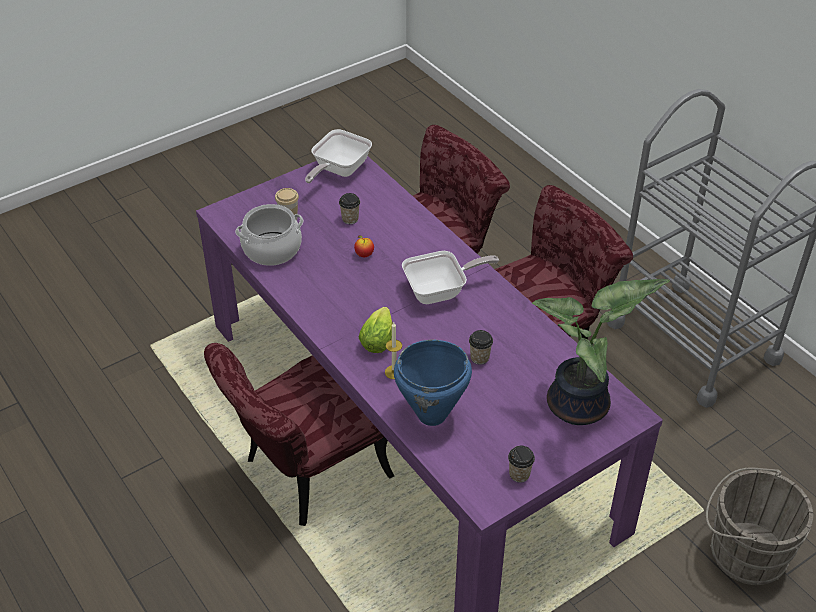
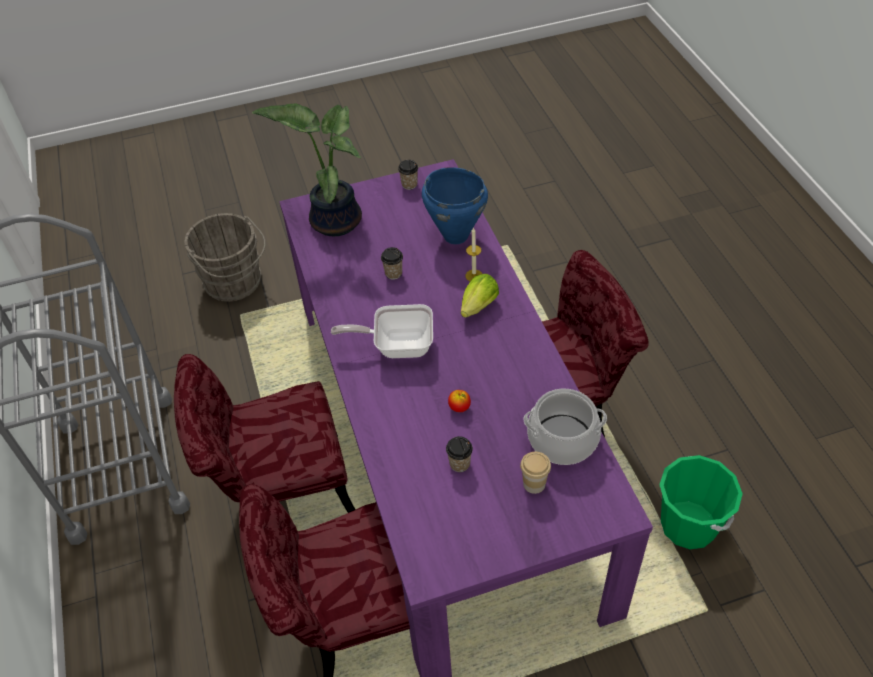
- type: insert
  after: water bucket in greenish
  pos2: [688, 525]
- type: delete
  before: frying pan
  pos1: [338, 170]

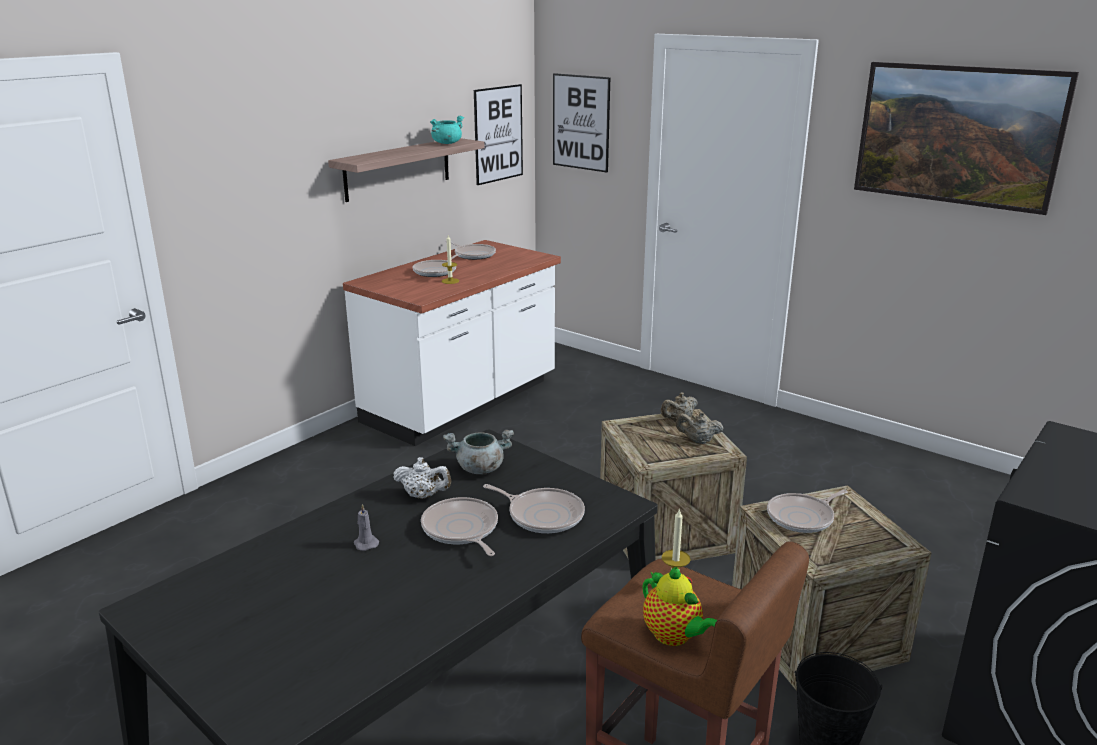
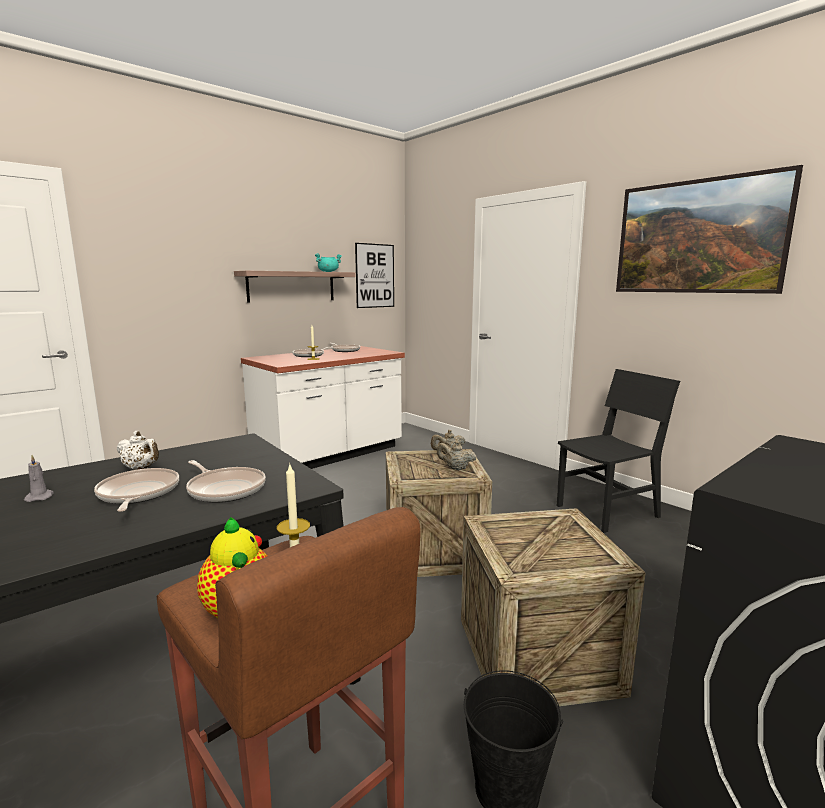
- type: insert
  after: plain chair in blackish
  pos2: [607, 511]
- type: delete
  before: stockpot in gray
  pos1: [480, 469]
- type: delete
  before: picture
  pos1: [581, 122]
- type: delete
  before: frying pan
  pos1: [803, 517]

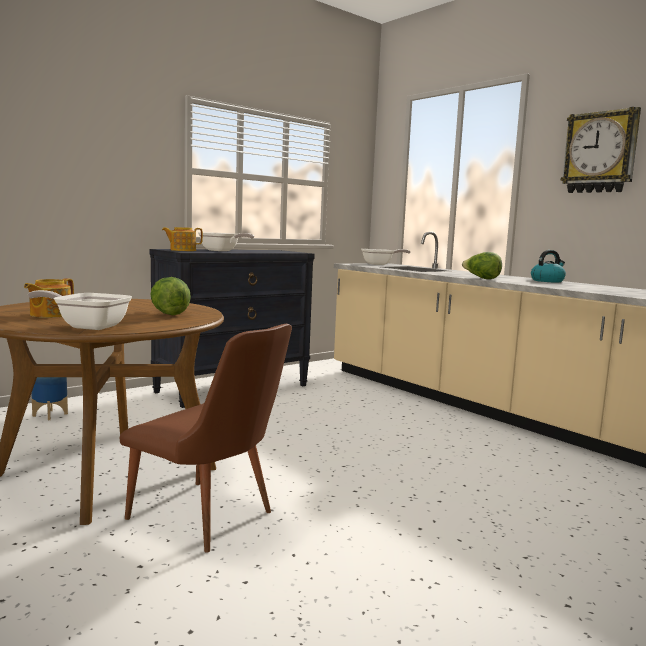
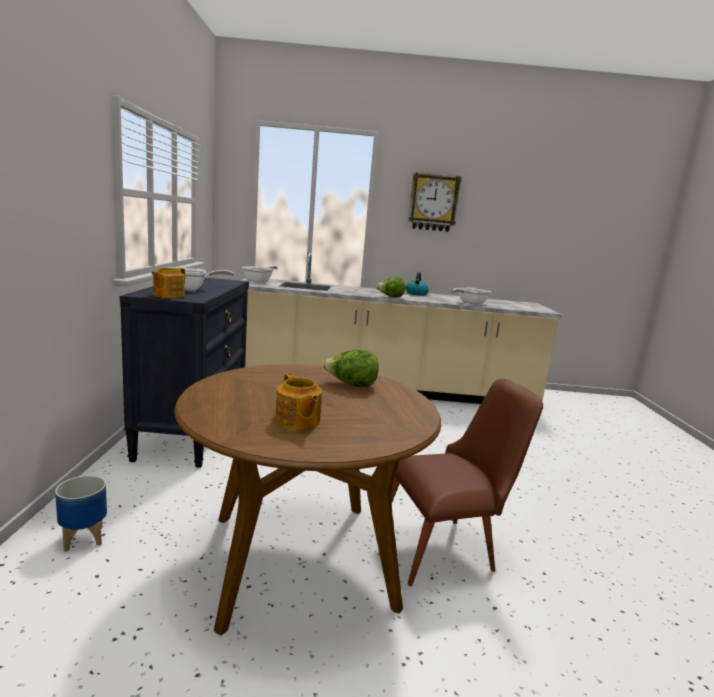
- type: move
  before: frying pan
  pos1: [87, 326]
  pos2: [469, 303]

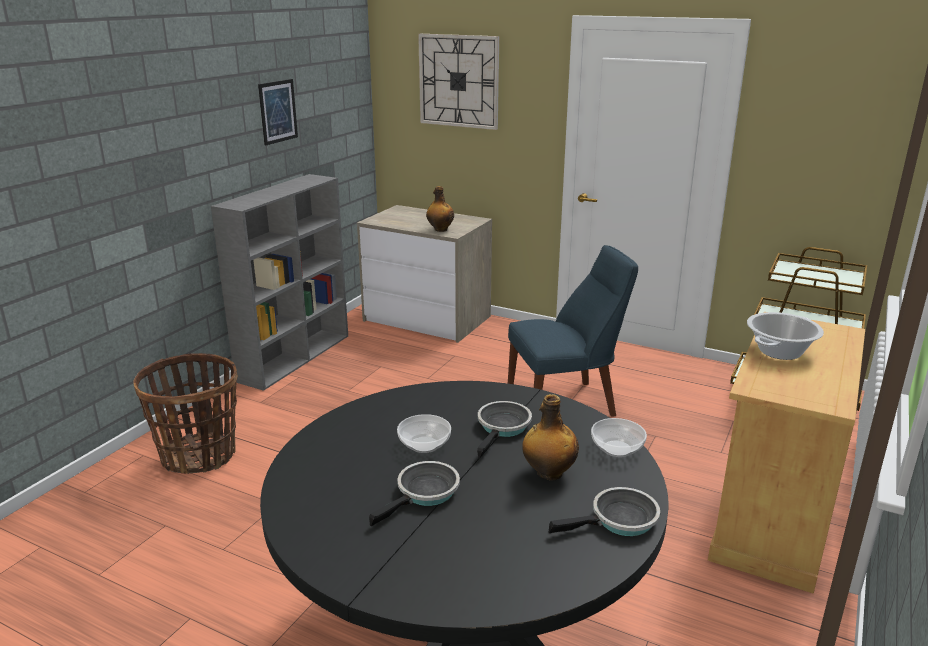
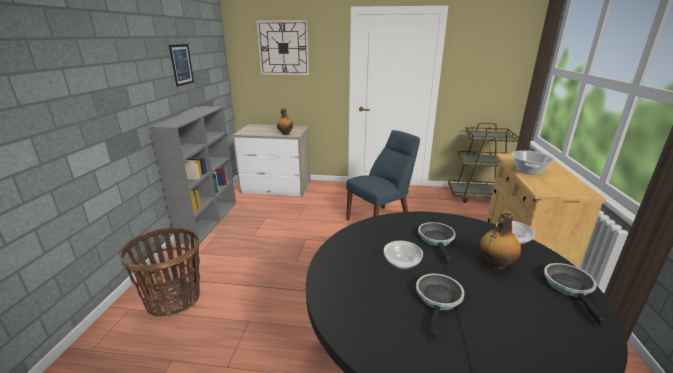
- type: rotate
  before: frying pan
  pos1: [619, 521]
  pos2: [569, 287]
  turn: -45

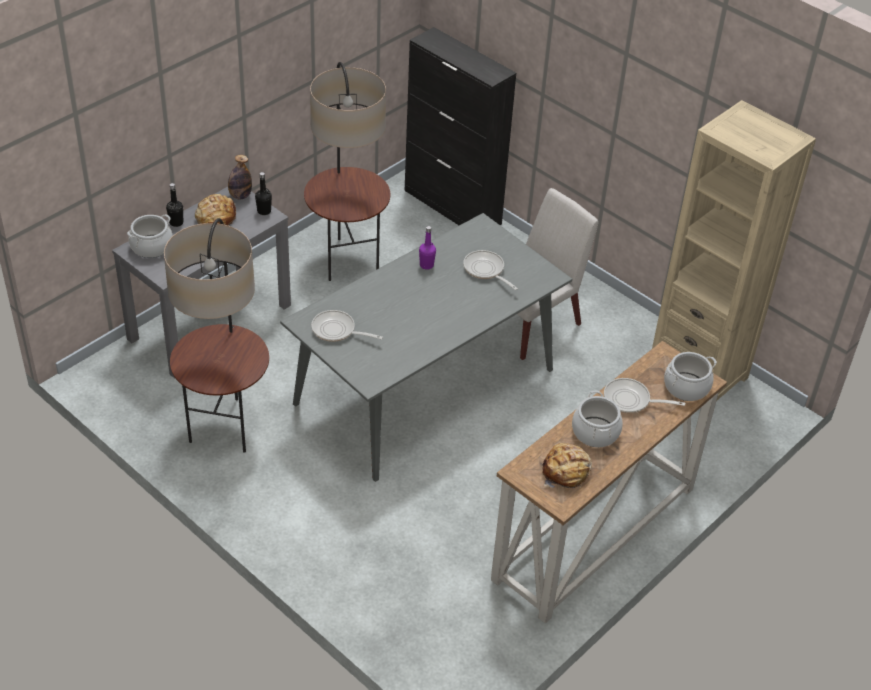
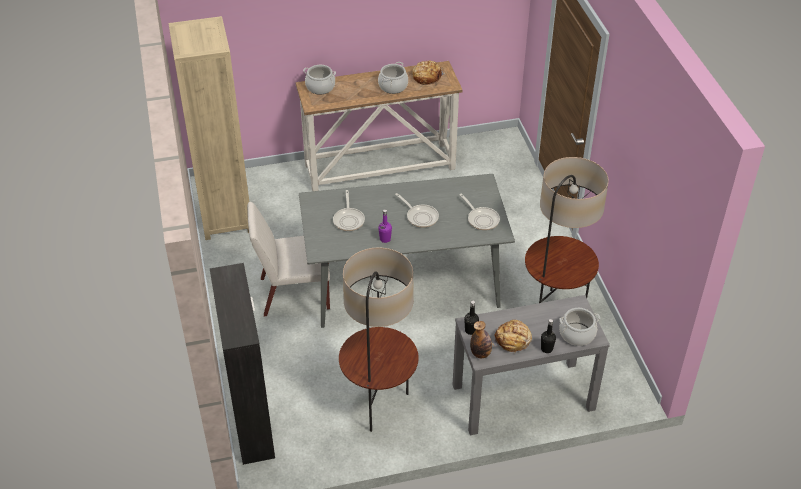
- type: move
  before: frying pan
  pos1: [630, 400]
  pos2: [420, 216]

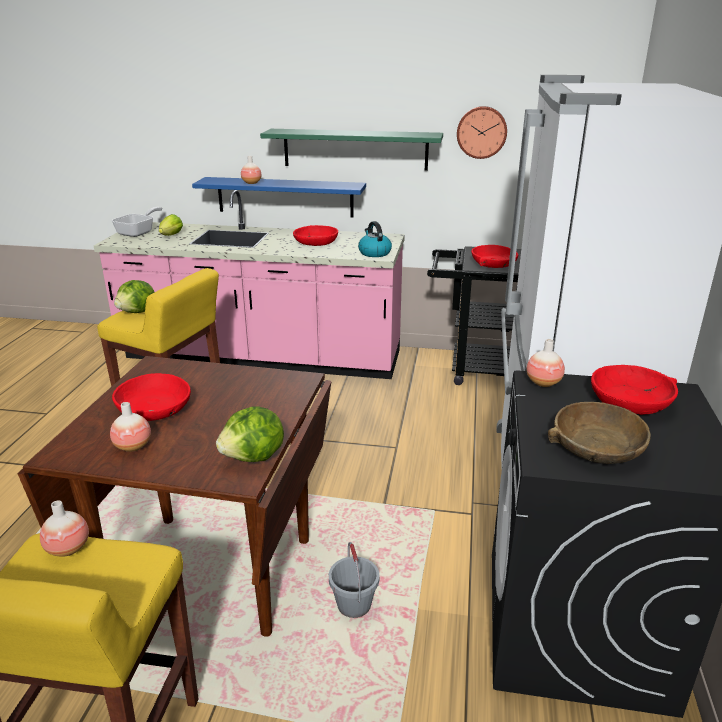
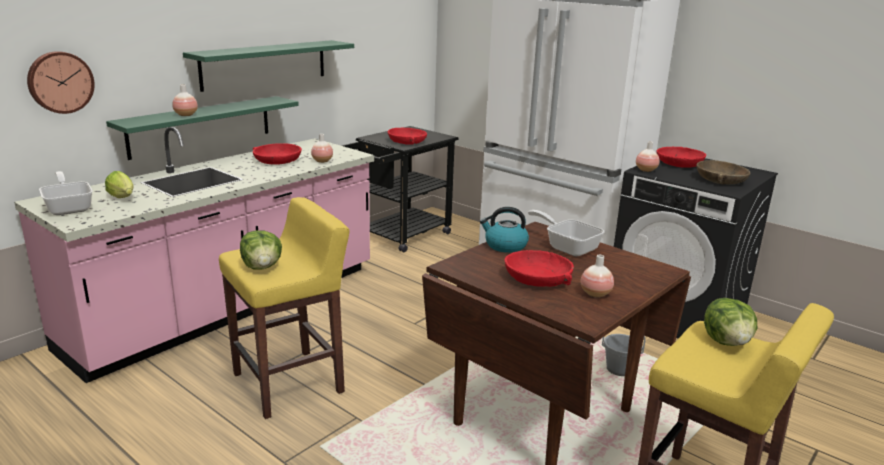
- type: move
  before: hanging clock
  pos1: [481, 132]
  pos2: [60, 82]
- type: recolor
  before: wall shelf in bluish
  after: wall shelf in greenish
  pos1: [285, 197]
  pos2: [201, 126]
- type: move
  before: flower vase
  pos1: [68, 548]
  pos2: [322, 161]
- type: move
  before: kettle
  pos1: [374, 253]
  pos2: [505, 246]
- type: insert
  after: frying pan
  pos2: [567, 247]
- type: move
  before: lettuce head
  pos1: [254, 457]
  pos2: [727, 342]

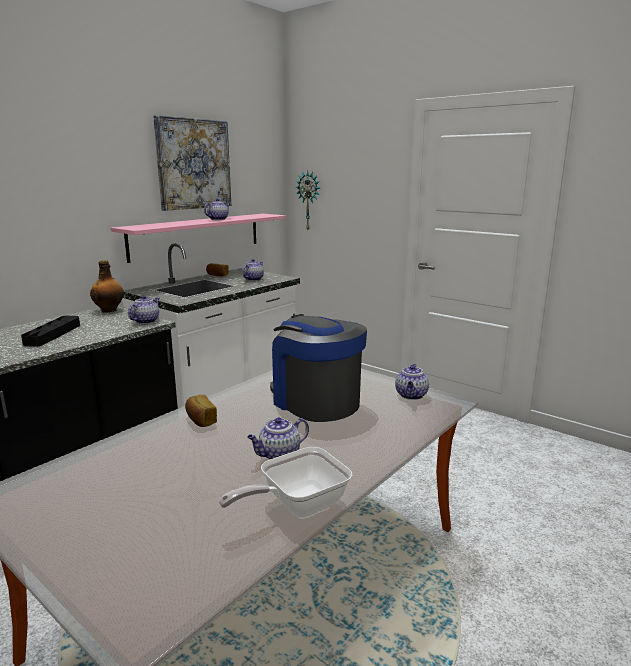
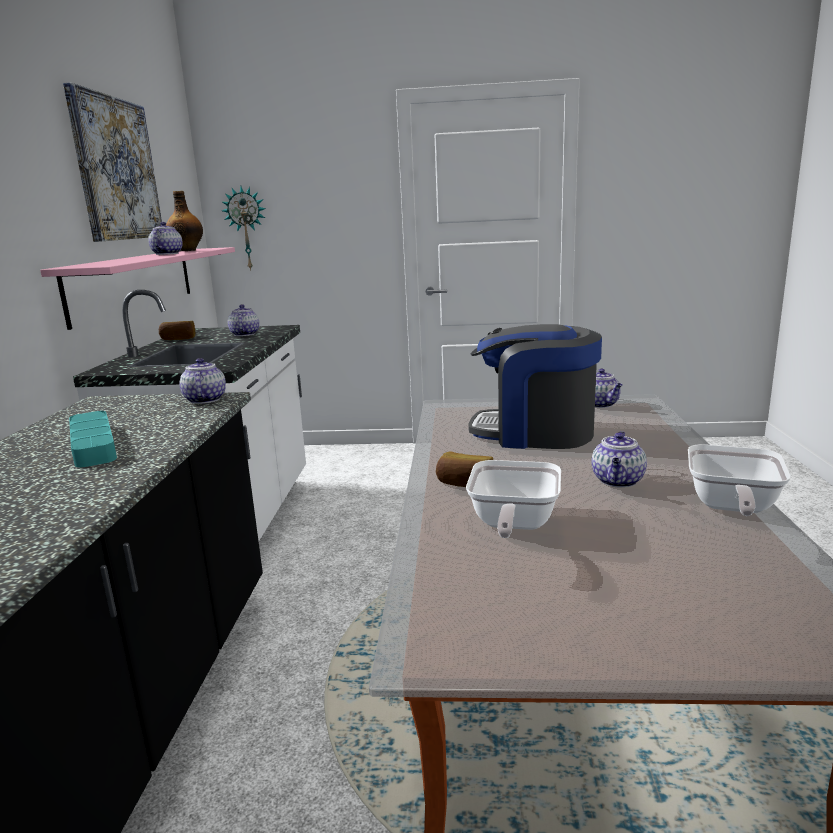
- type: recolor
  before: serving tray in blackish
  after: serving tray in turquoise
  pos1: [53, 334]
  pos2: [93, 444]
- type: move
  before: bottle
  pos1: [109, 310]
  pos2: [188, 250]
- type: insert
  after: frying pan
  pos2: [512, 525]

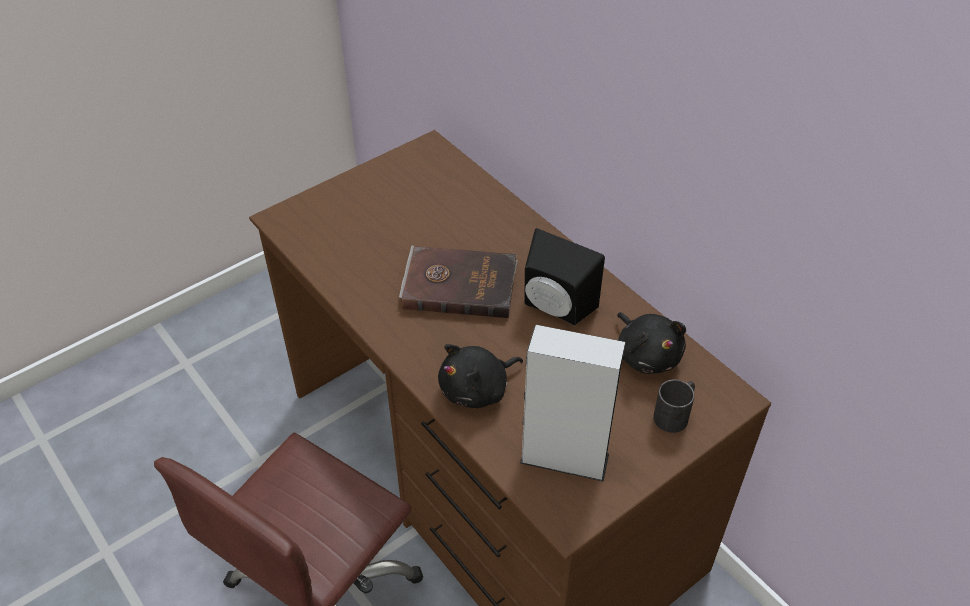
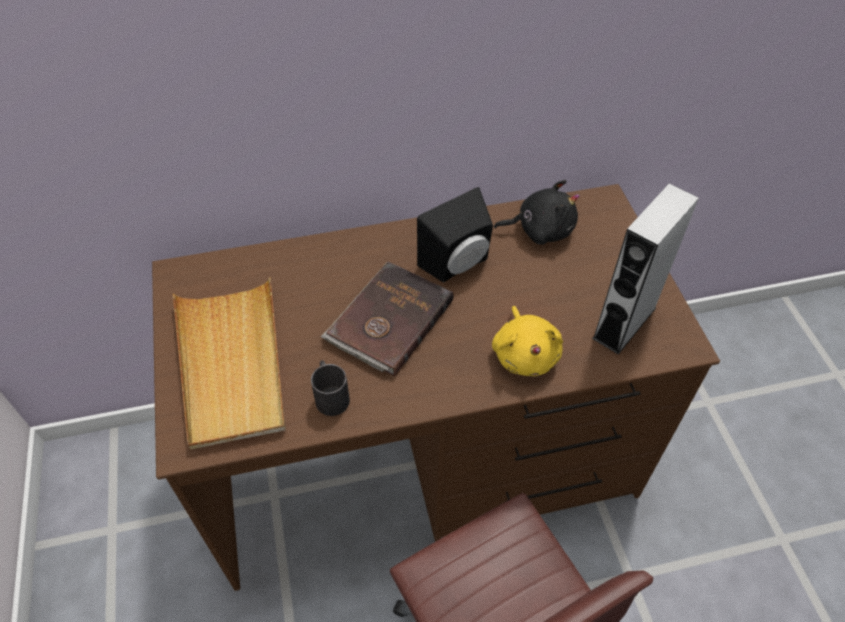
- type: insert
  after: serving tray in sand-coloured
  pos2: [231, 364]
- type: move
  before: coffee mug in blackish
  pos1: [675, 414]
  pos2: [330, 394]
- type: recolor
  before: plush toy in blackish
  after: plush toy in yellow-coloured
  pos1: [477, 389]
  pos2: [525, 354]

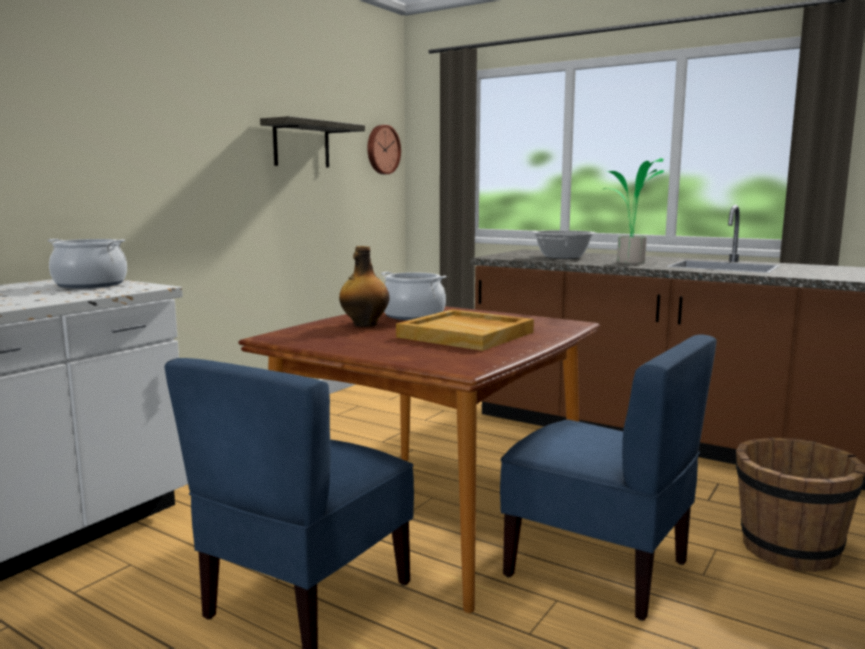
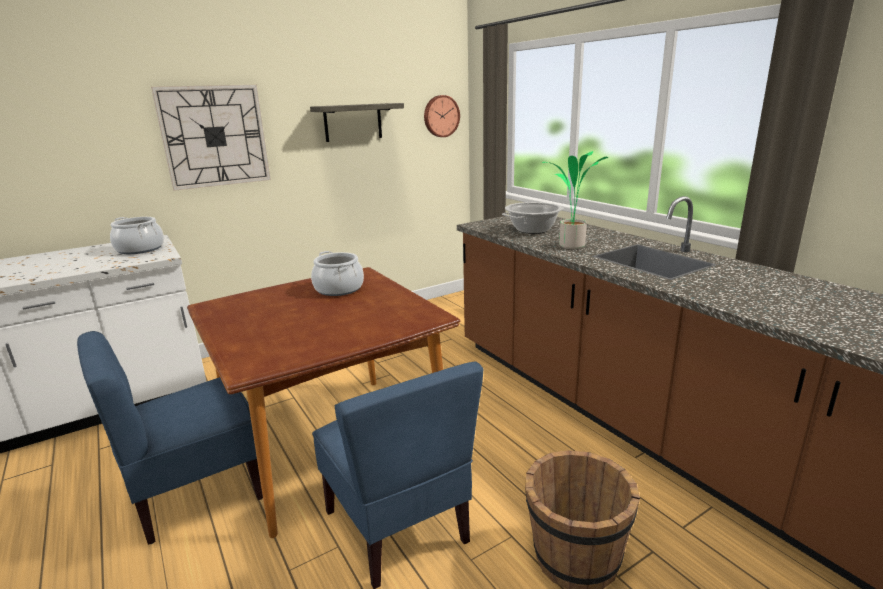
- type: insert
  after: hanging clock
  pos2: [214, 136]
- type: delete
  before: bottle
  pos1: [364, 325]
- type: delete
  before: serving tray in sand-coloured
  pos1: [467, 334]

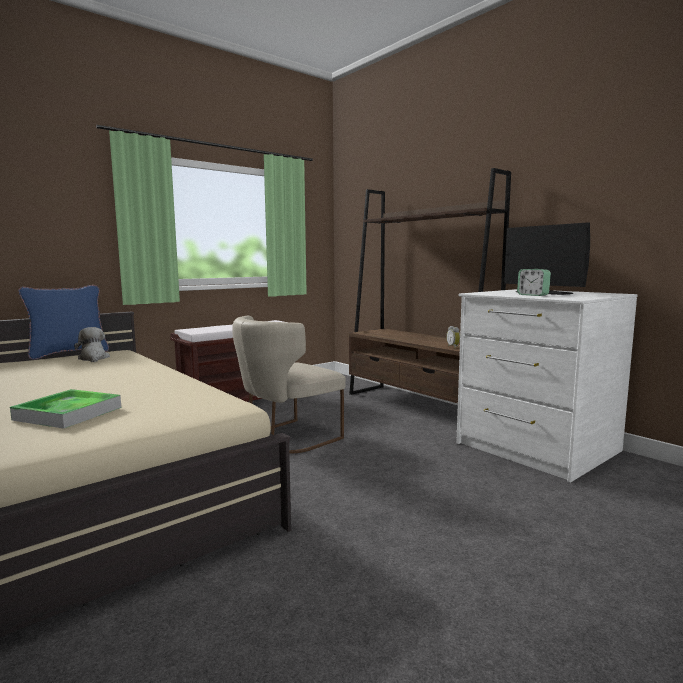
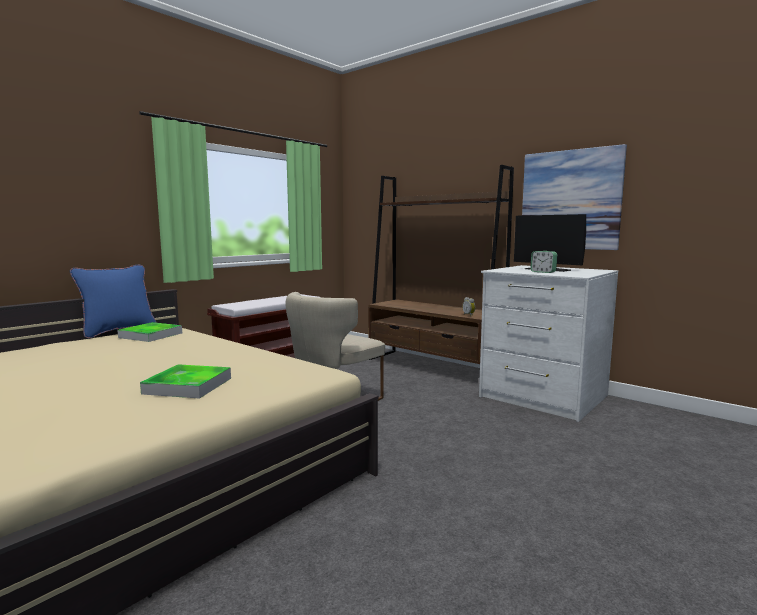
- type: replace
  before: plush toy
  after: serving tray
  pos1: [93, 358]
  pos2: [151, 335]
- type: insert
  after: picture
  pos2: [570, 200]

